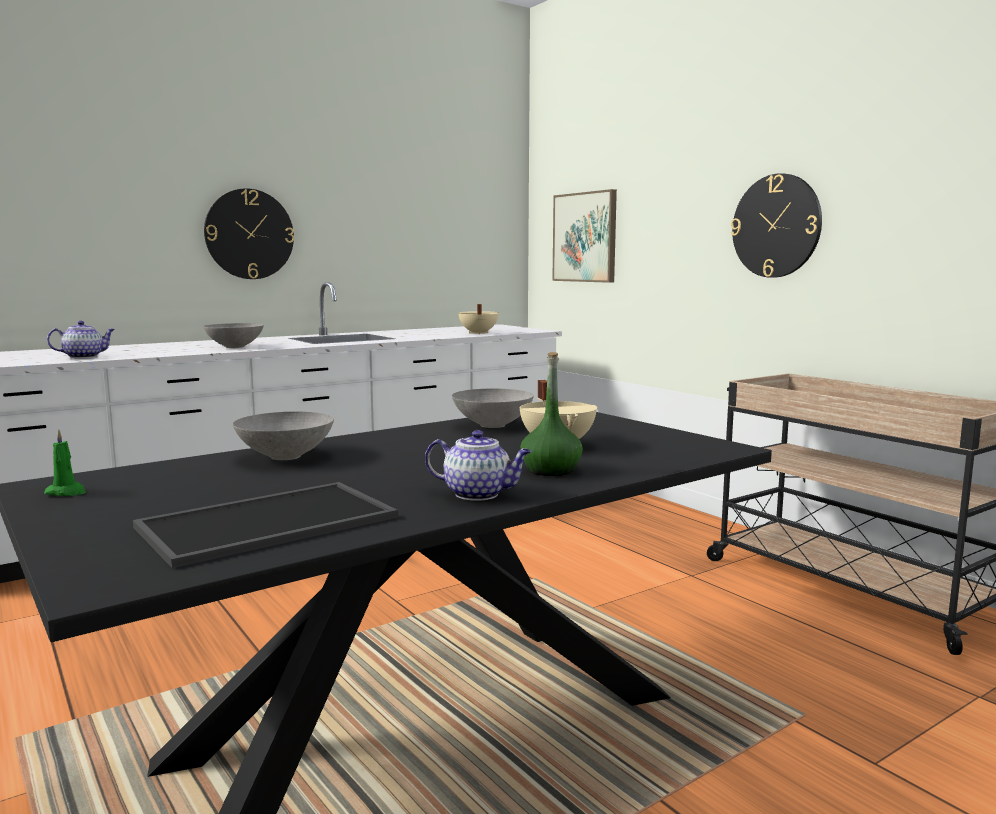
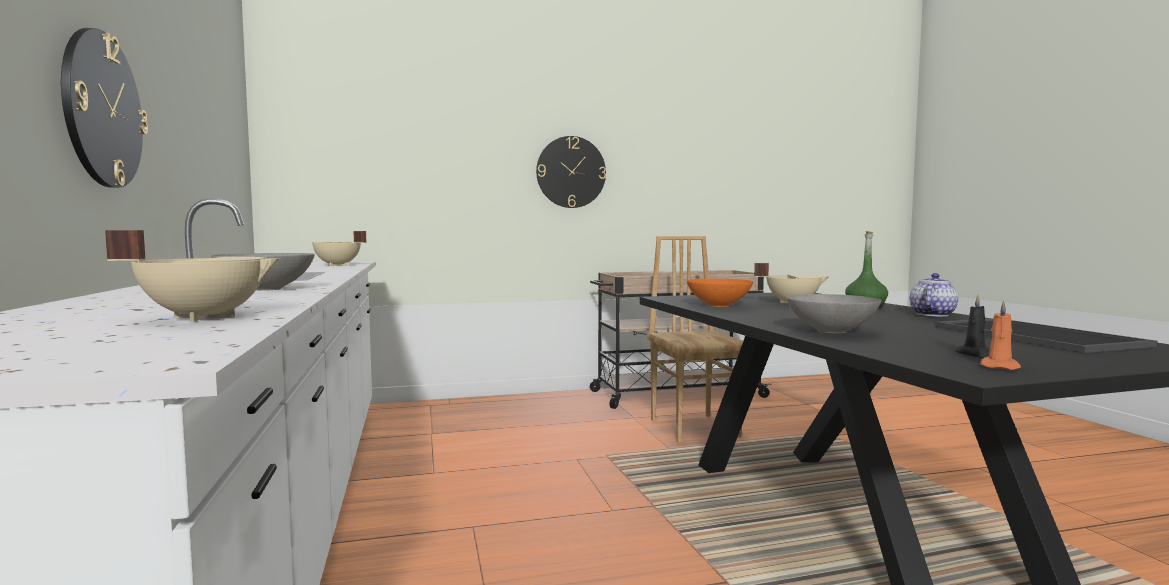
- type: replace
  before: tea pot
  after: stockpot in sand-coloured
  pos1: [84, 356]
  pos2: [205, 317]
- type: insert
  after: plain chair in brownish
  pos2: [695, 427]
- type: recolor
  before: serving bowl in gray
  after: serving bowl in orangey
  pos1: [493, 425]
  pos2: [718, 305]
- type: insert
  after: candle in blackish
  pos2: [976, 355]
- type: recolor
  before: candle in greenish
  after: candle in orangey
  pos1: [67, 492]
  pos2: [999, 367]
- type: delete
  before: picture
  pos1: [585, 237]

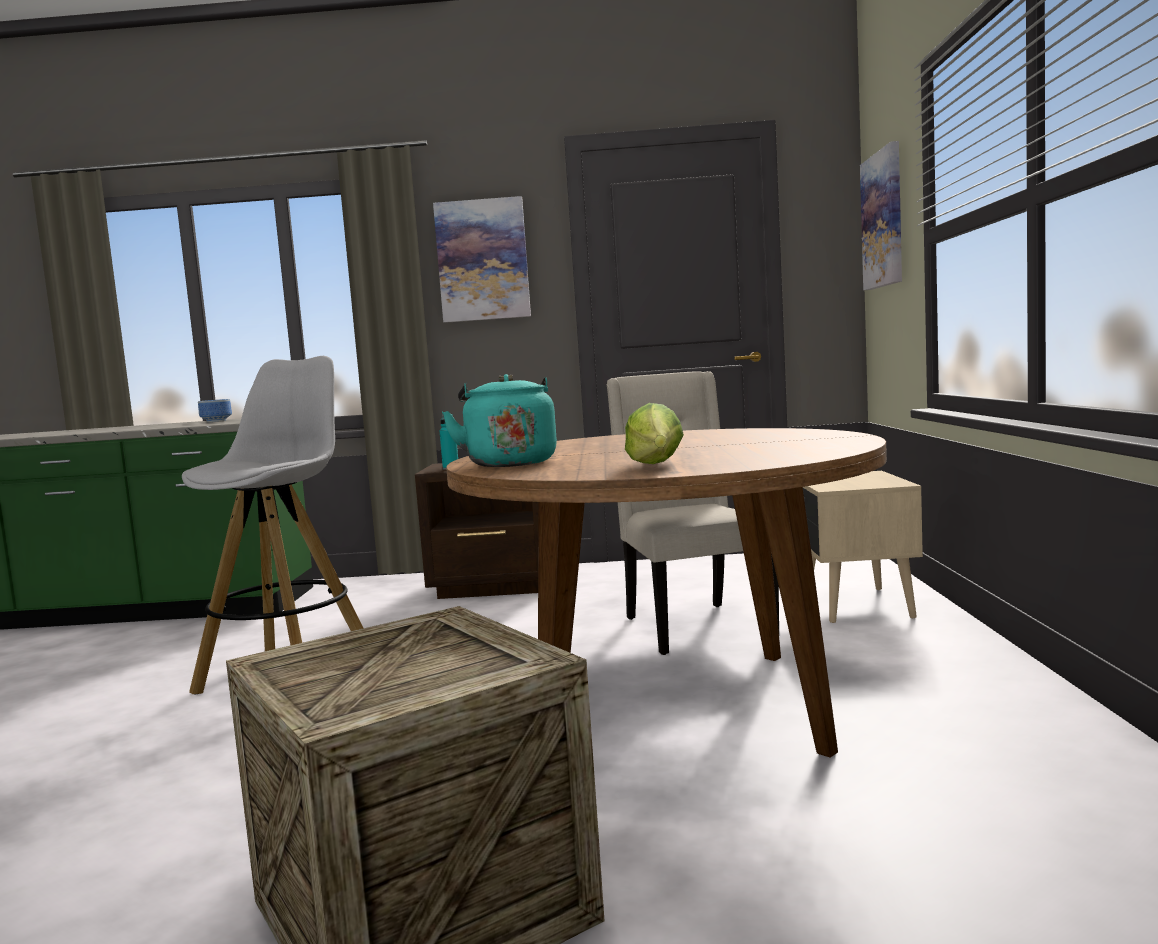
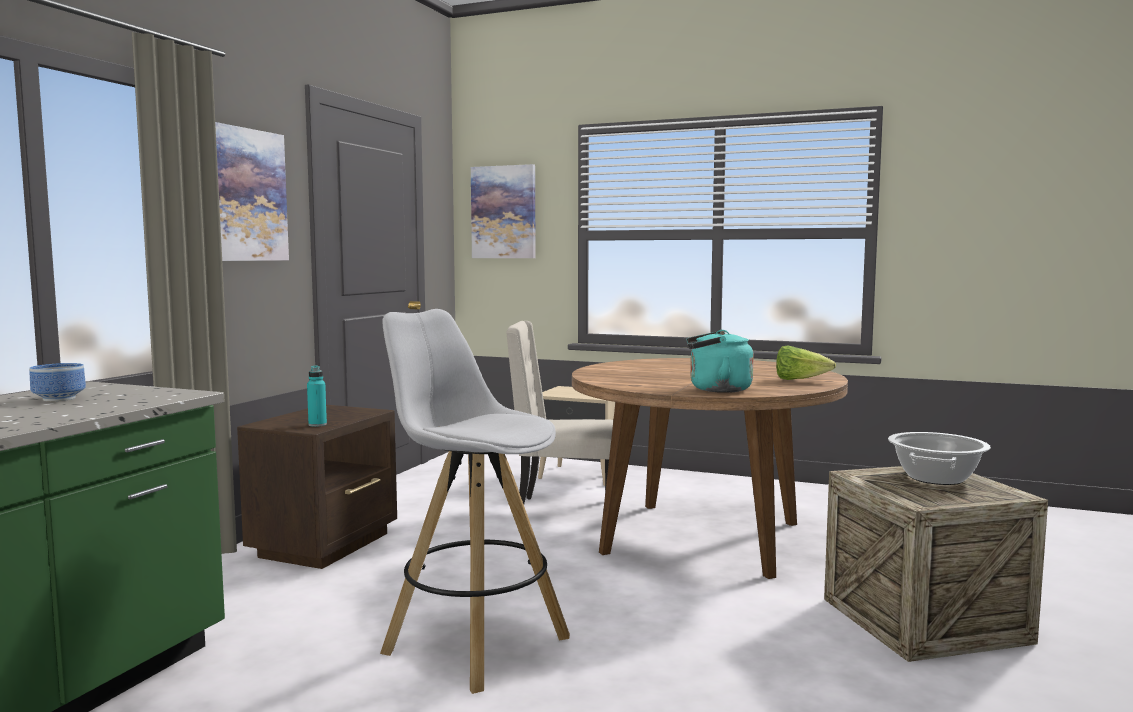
- type: insert
  after: stockpot
  pos2: [935, 478]

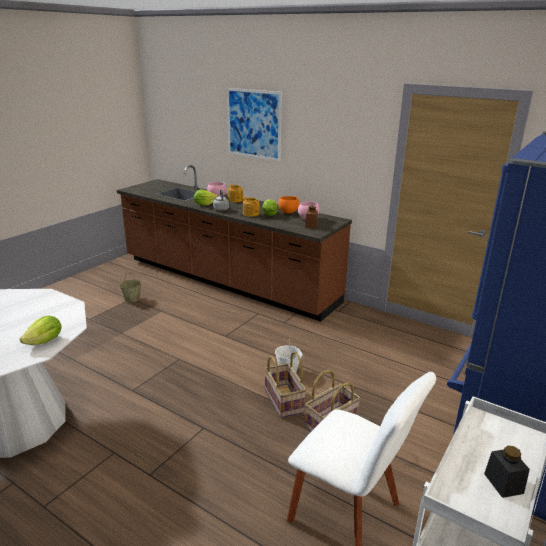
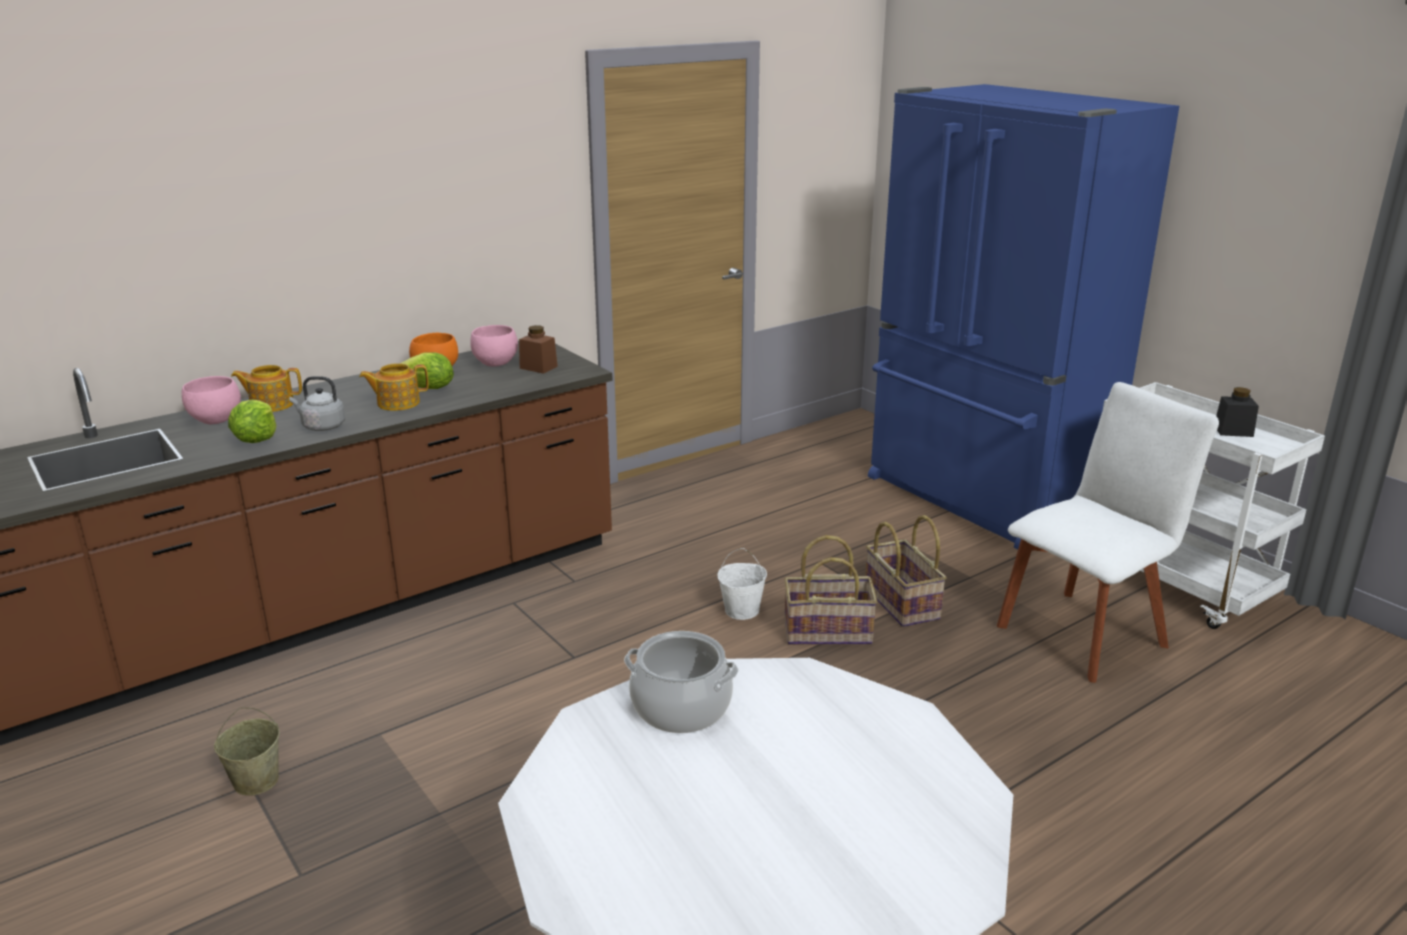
- type: insert
  after: stockpot
  pos2: [680, 708]
- type: delete
  before: lettuce head
  pos1: [45, 341]
- type: delete
  before: picture
  pos1: [253, 124]

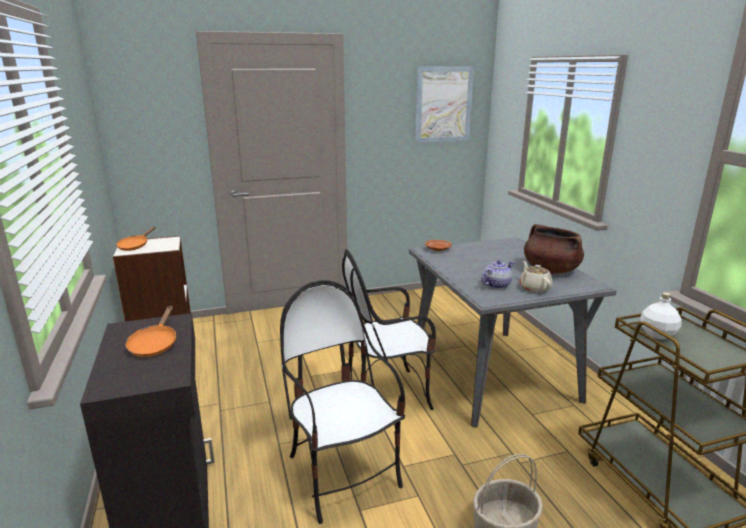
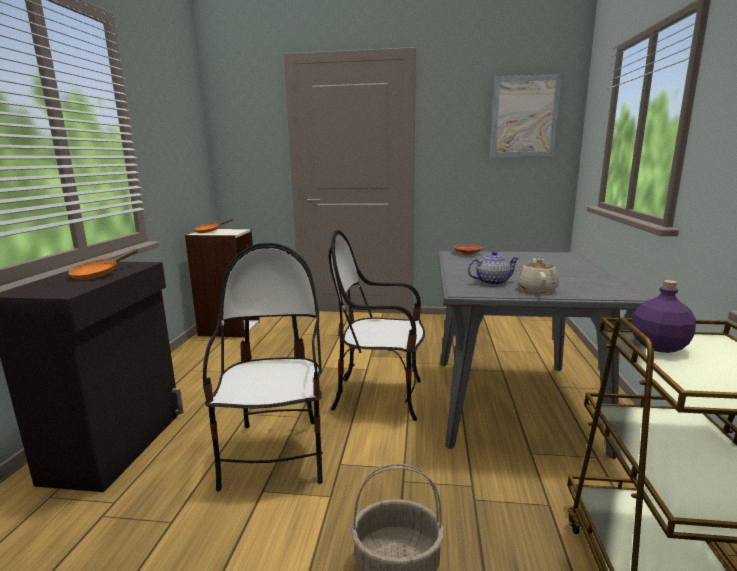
- type: recolor
  before: bottle in white
  after: bottle in purple
  pos1: [657, 334]
  pos2: [659, 347]
- type: delete
  before: stockpot in brownish
  pos1: [550, 270]

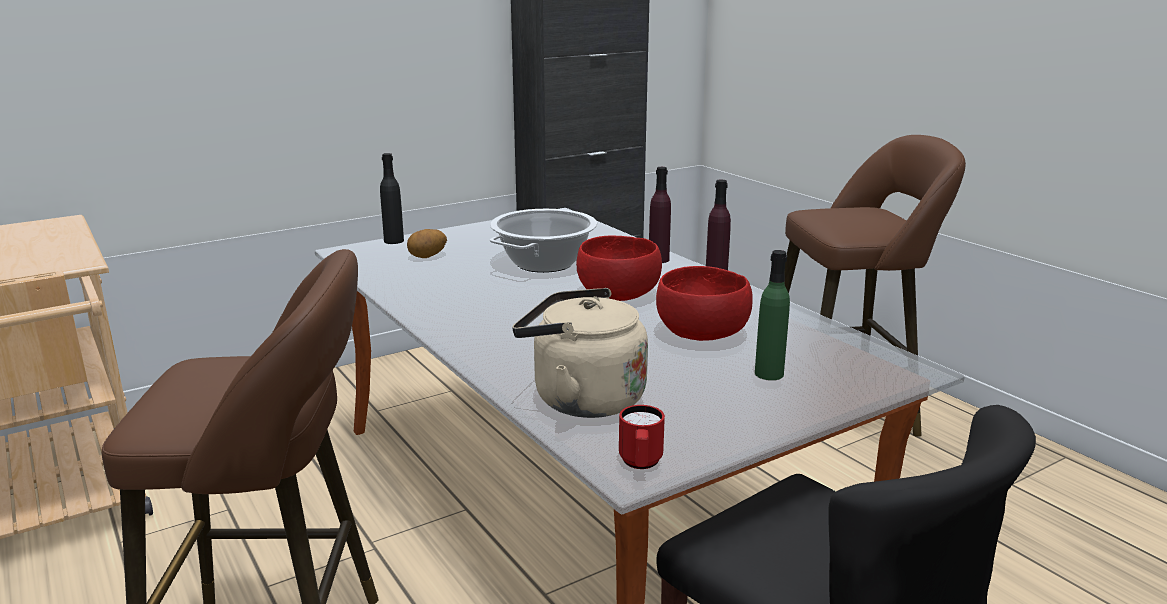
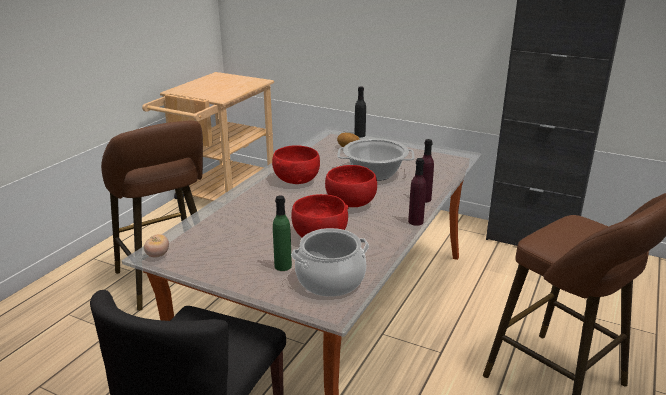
- type: replace
  before: coffee mug in red
  after: fresh tomato
  pos1: [640, 464]
  pos2: [157, 255]
- type: insert
  after: serving bowl in red
  pos2: [296, 180]
- type: insert
  after: stockpot
  pos2: [330, 280]
- type: delete
  before: kettle in sand-coloured
  pos1: [581, 399]

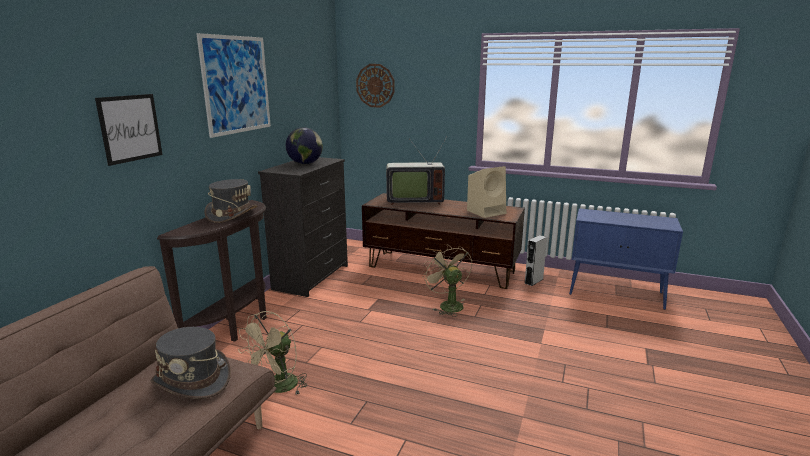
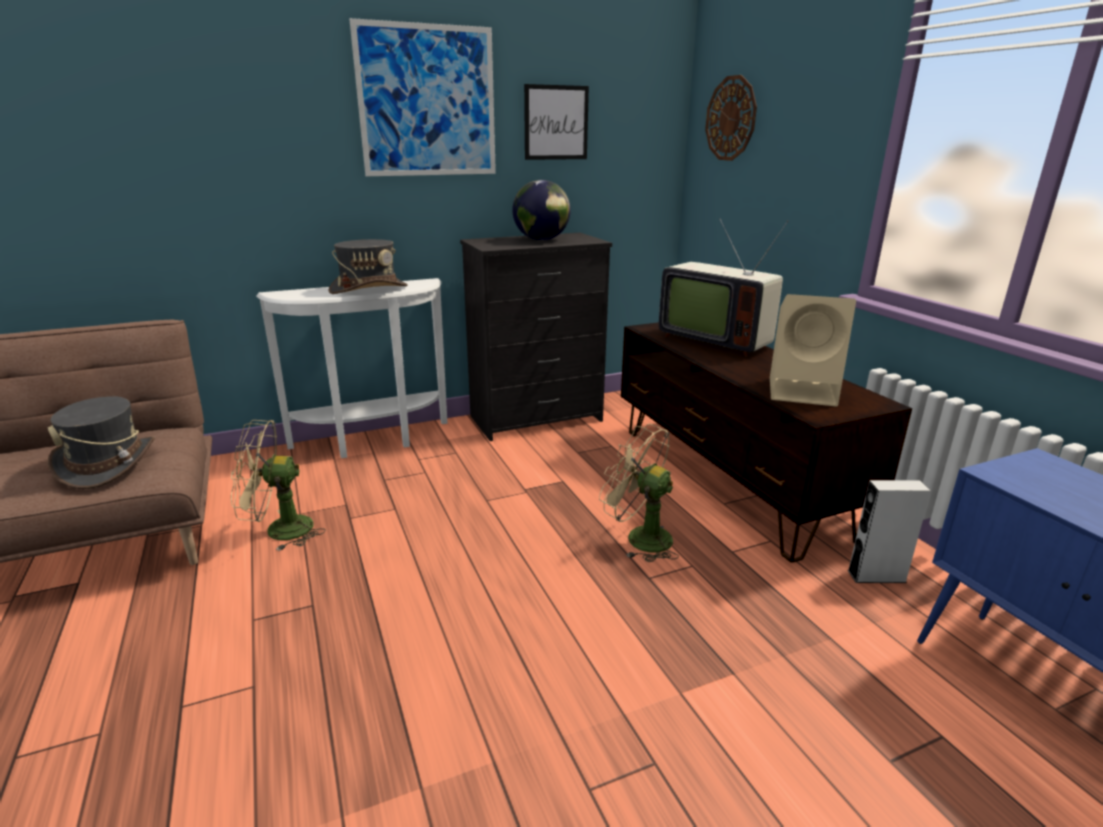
- type: recolor
  before: console table in brownish
  after: console table in white
  pos1: [237, 325]
  pos2: [373, 442]
- type: move
  before: picture
  pos1: [130, 128]
  pos2: [556, 123]
- type: rotate
  before: fan in sand-coloured
  pos1: [447, 305]
  pos2: [639, 537]
  turn: -75

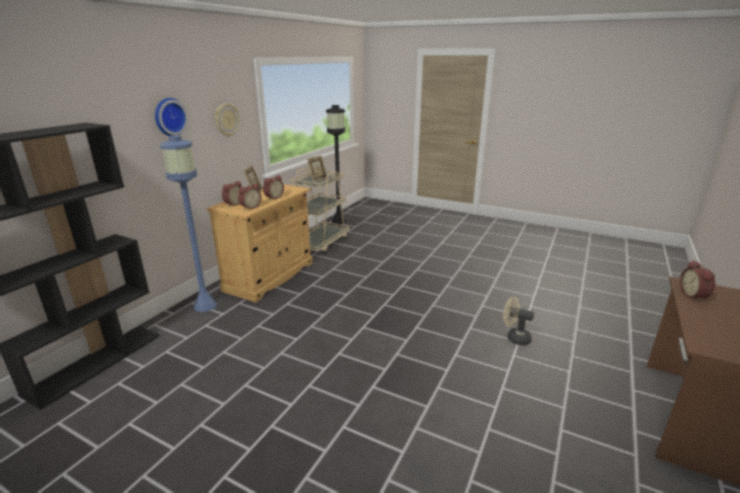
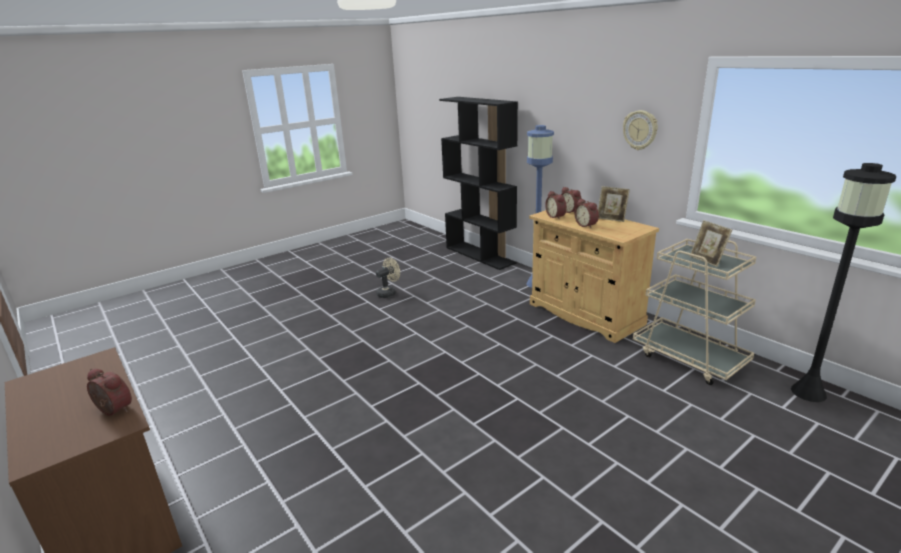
- type: move
  before: fan in sand-coloured
  pos1: [514, 338]
  pos2: [388, 293]
- type: delete
  before: hanging clock
  pos1: [169, 117]

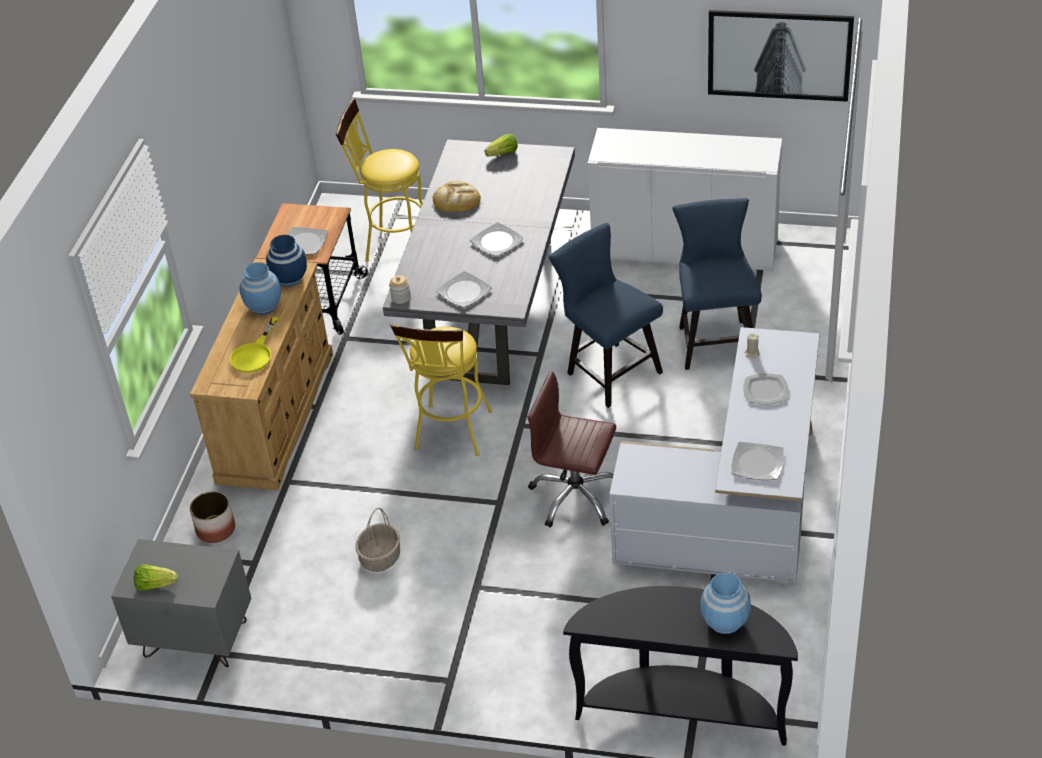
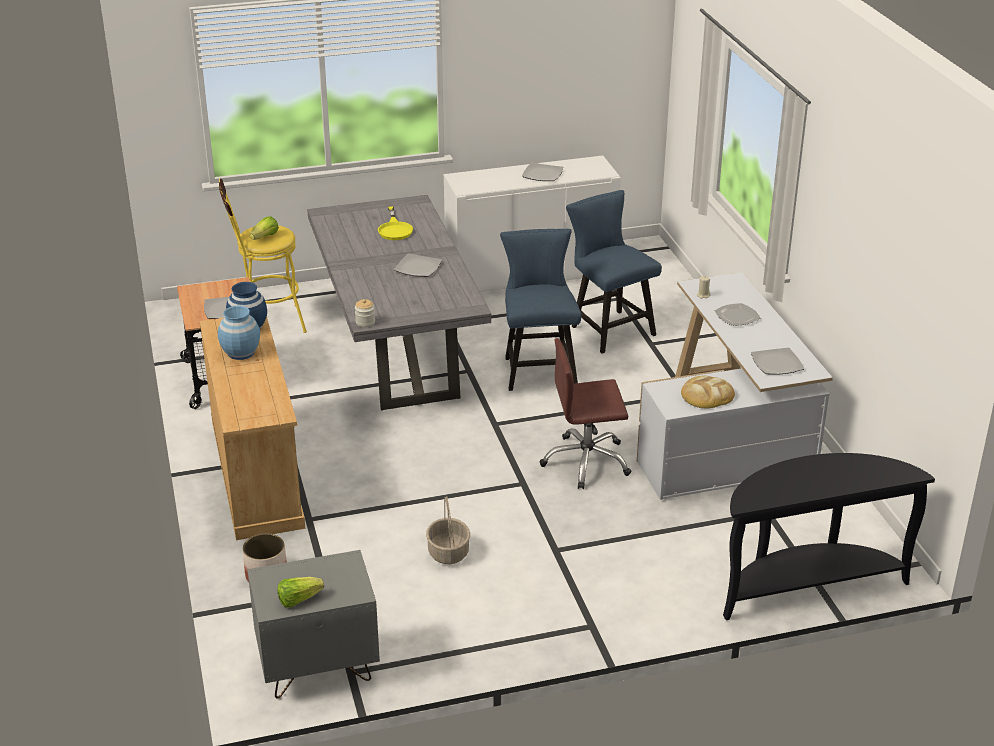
- type: move
  before: lettuce head
  pos1: [503, 154]
  pos2: [265, 237]
- type: move
  before: frying pan in yellow-coloured
  pos1: [254, 354]
  pos2: [395, 229]
- type: rotate
  before: plain chair in bluish
  pos1: [608, 370]
  pos2: [538, 368]
  turn: 60
- type: move
  before: flat dish
  pos1: [463, 292]
  pos2: [542, 174]
- type: move
  before: bakery bread
  pos1: [456, 200]
  pos2: [706, 395]
- type: delete
  before: stool seat in yellow-coloured
  pos1: [452, 435]
- type: delete
  before: flower vase in bluish
  pos1: [724, 621]
- type: delete
  before: picture
  pos1: [779, 55]

